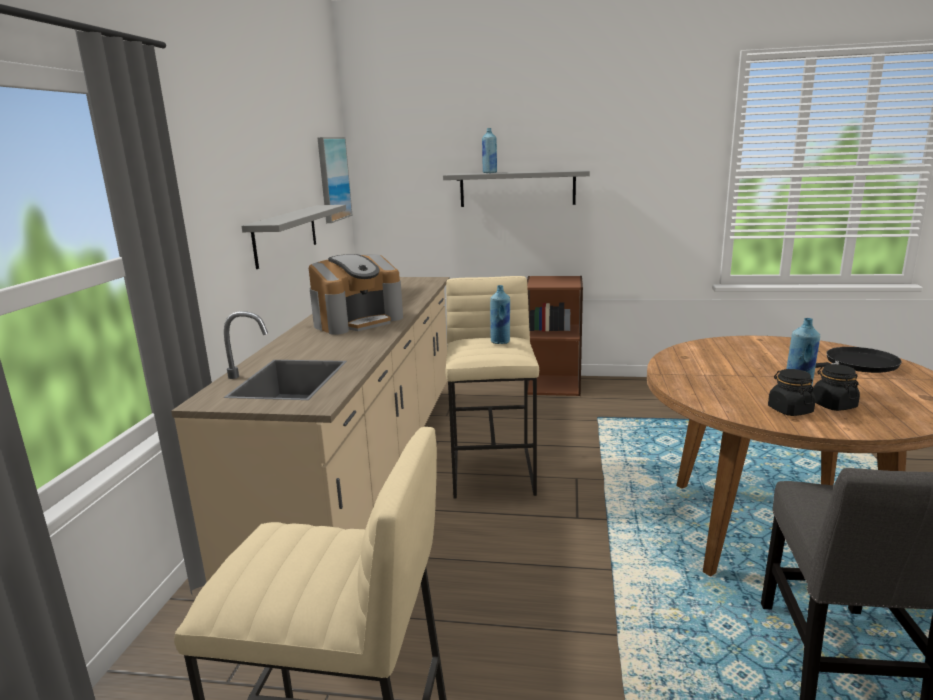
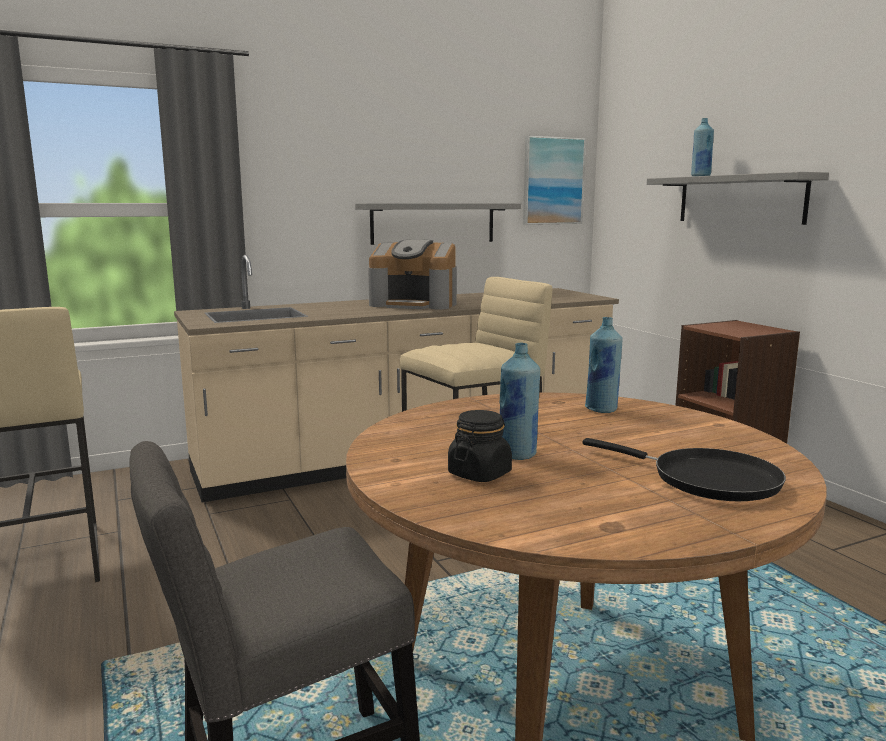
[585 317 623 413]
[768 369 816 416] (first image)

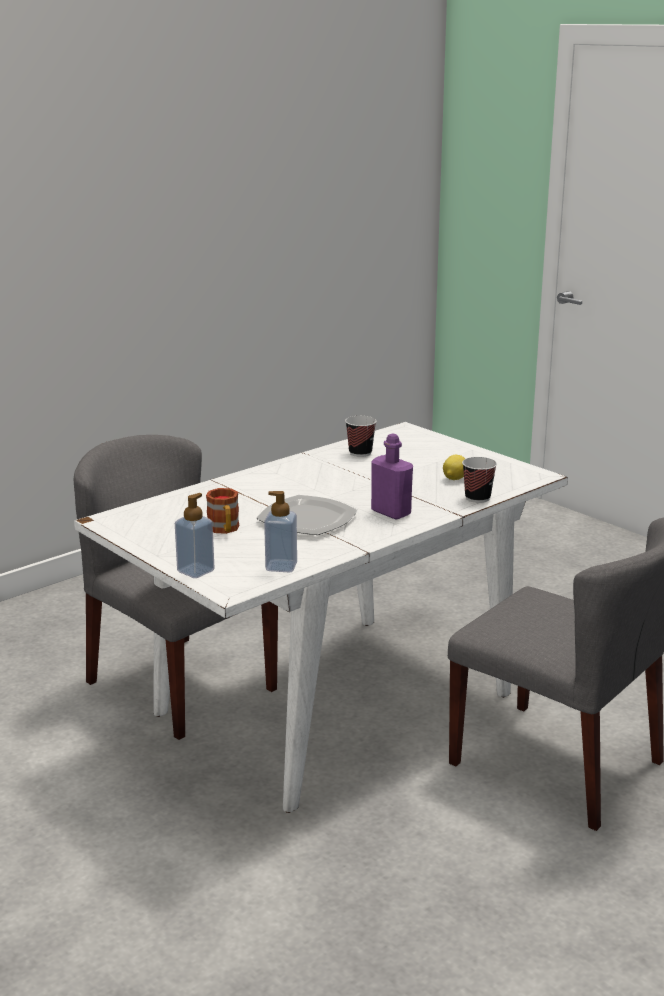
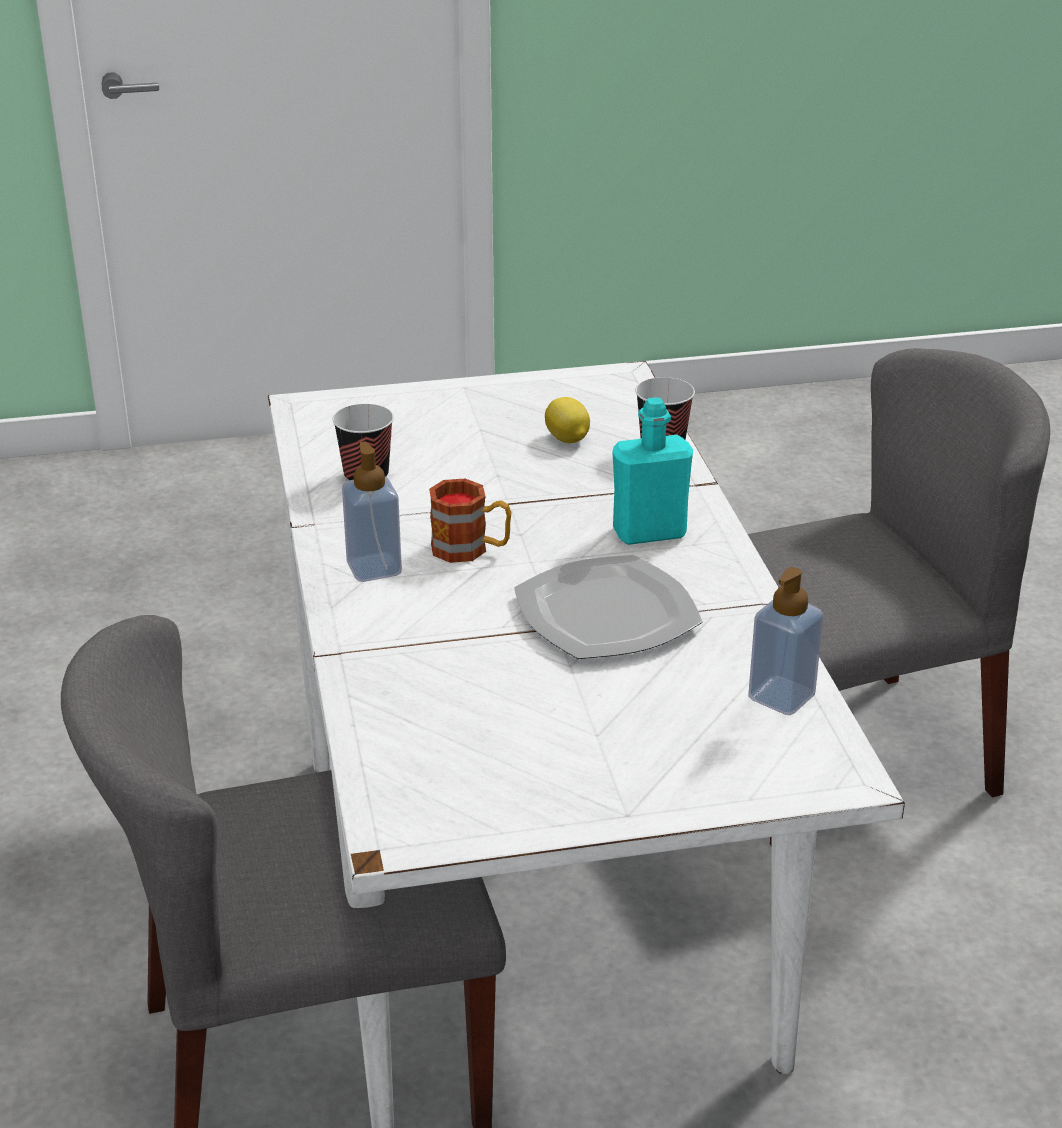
[612 397 693 545]
[429 478 512 563]
[342 442 402 582]

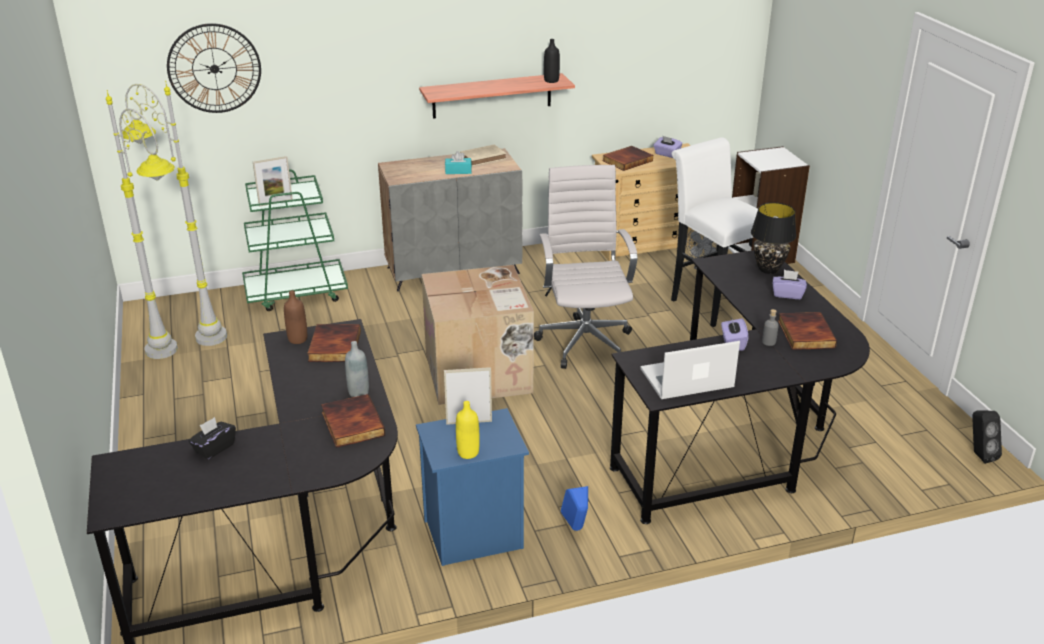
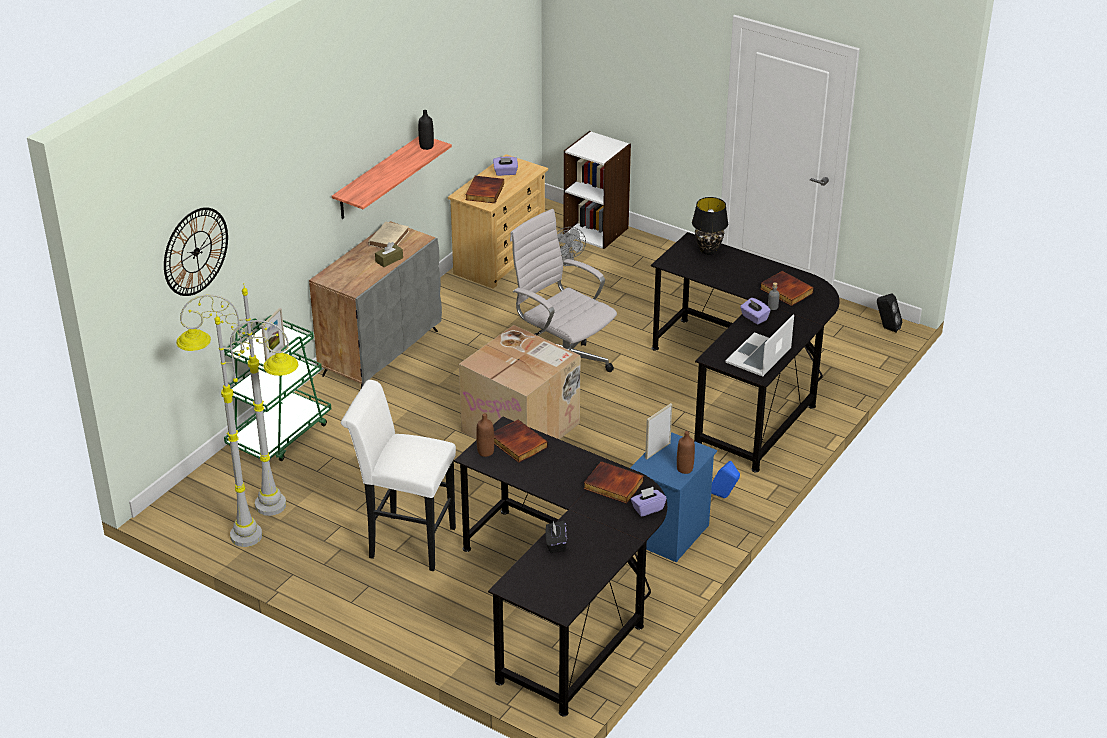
[341 380 456 571]
[375 242 403 267]
[631 487 667 517]
[345 341 369 397] (first image)
[677 431 695 474]

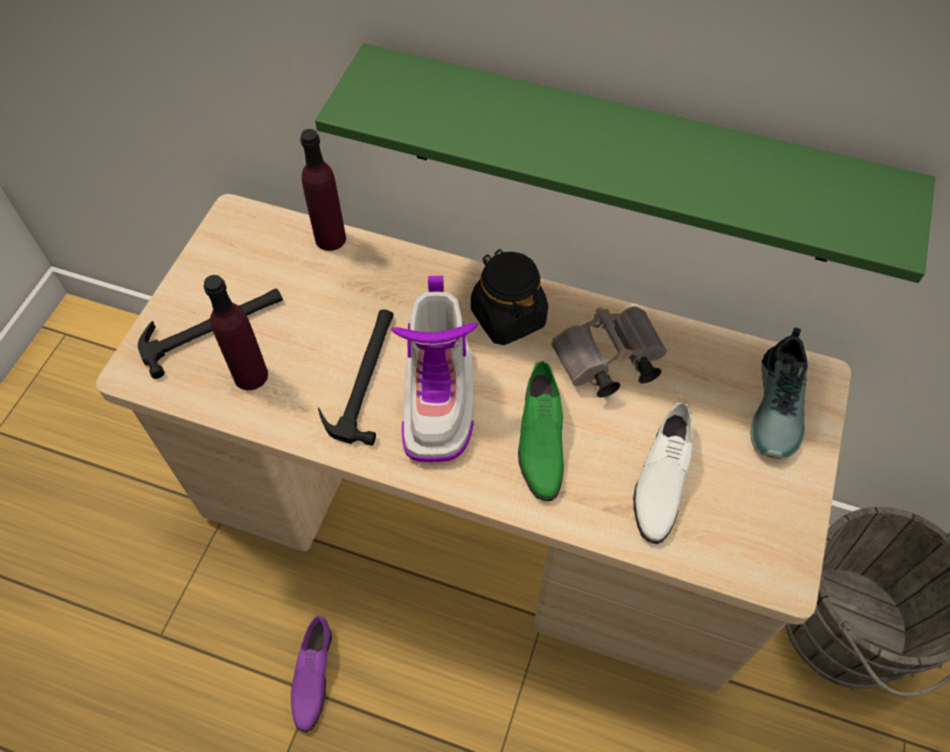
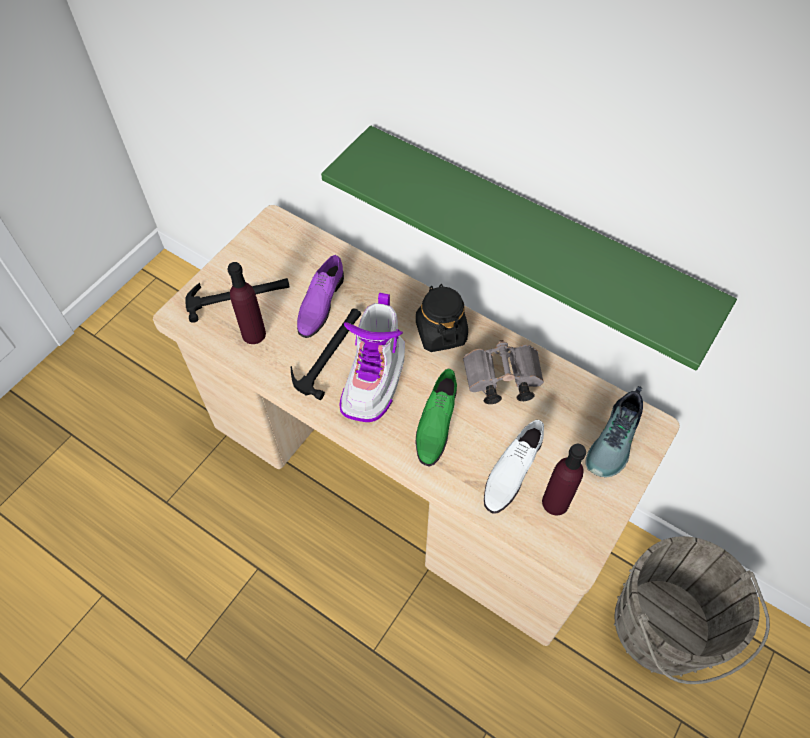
[542 443 586 515]
[297 255 344 338]

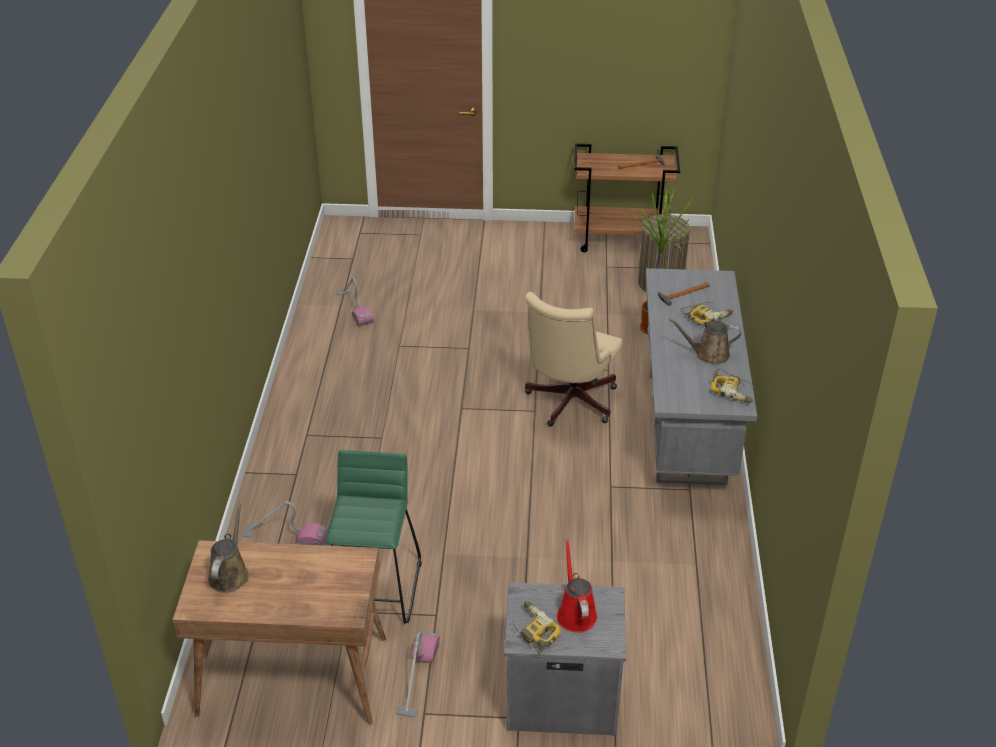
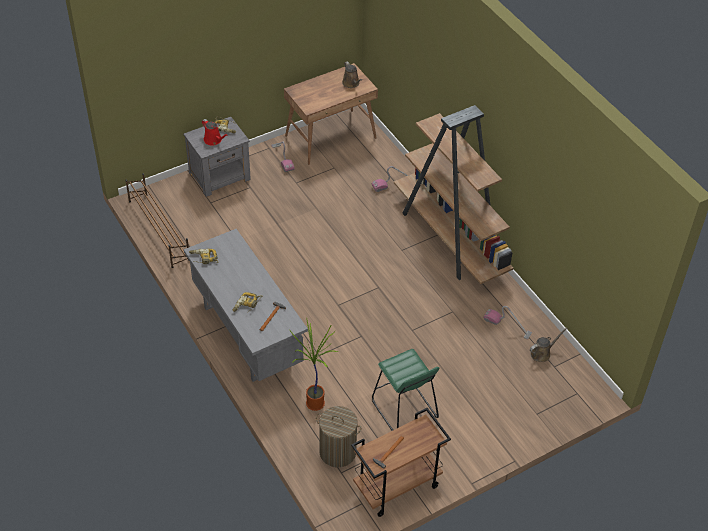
[525 292 623 426] (first image)
[530 328 568 362]
[372 349 439 431]
[394 105 513 284]
[125 173 189 268]

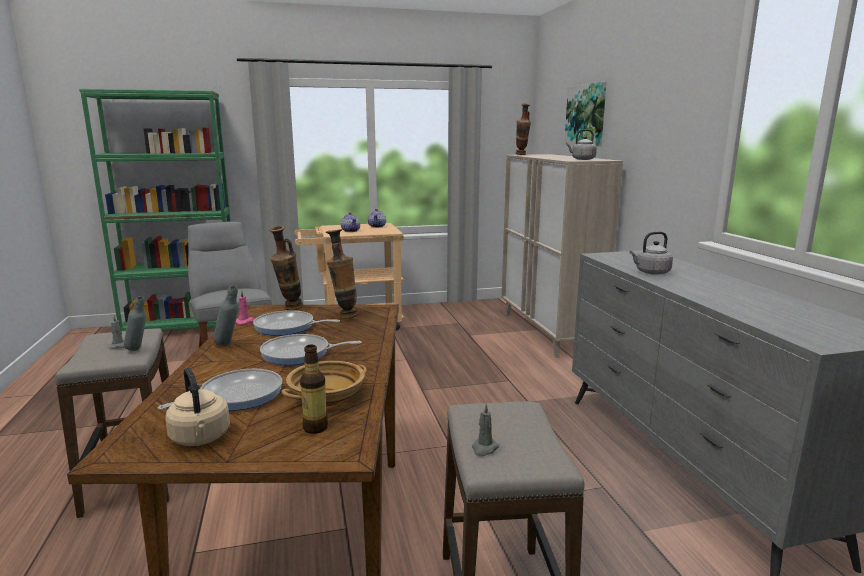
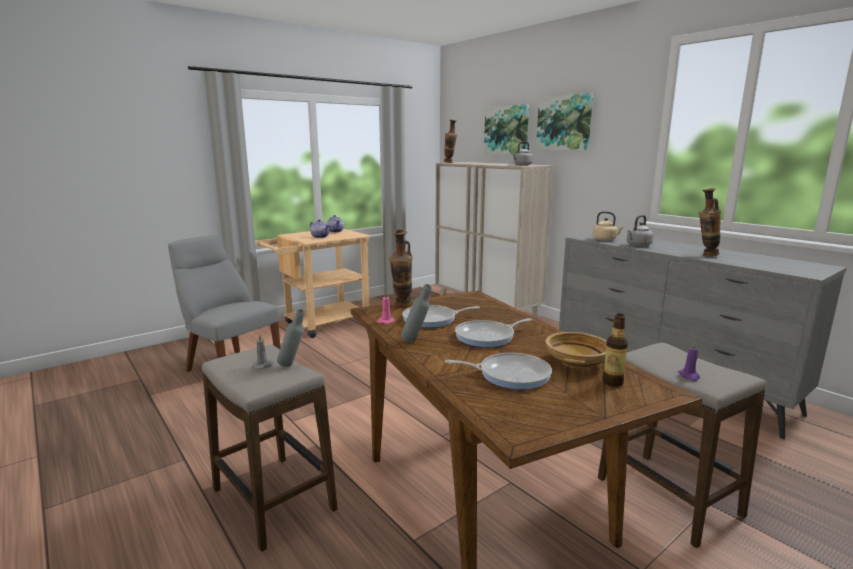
[79 89 231 331] (first image)
[699 188 721 256]
[593 211 624 241]
[445 353 552 390]
[678 342 700 381]
[536 93 593 151]

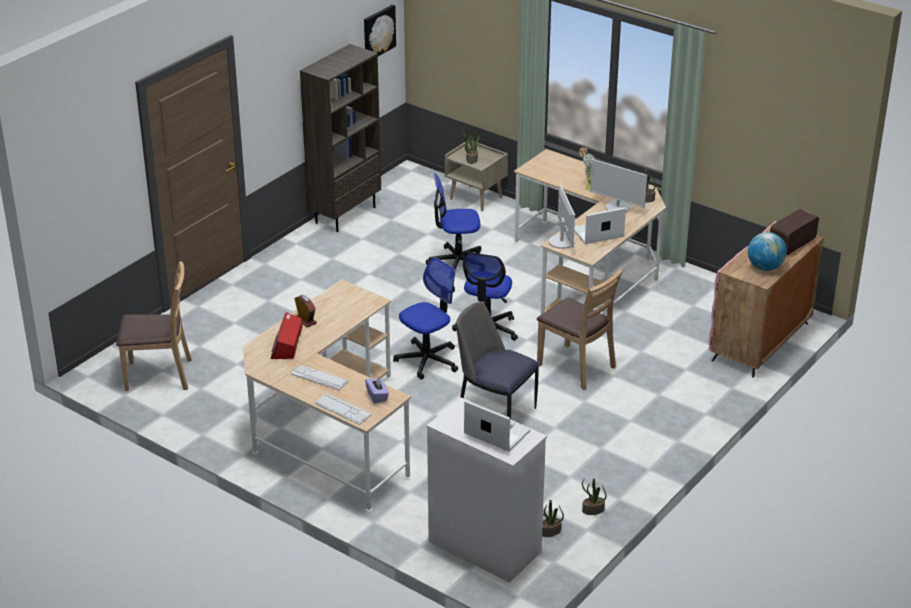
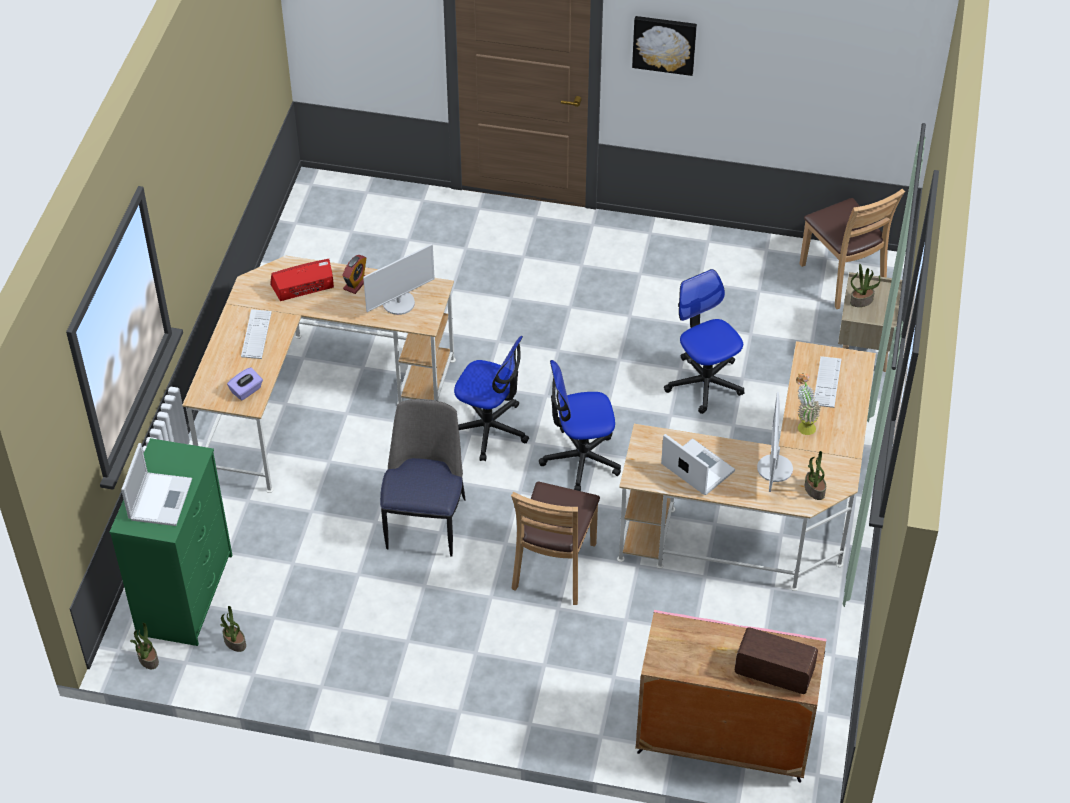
[632 16 697 76]
[300 44 381 232] (first image)
[363 244 435 315]
[748 232 787 271] (first image)
[800 189 905 309]
[814 356 841 408]
[109 438 233 646]
[130 623 159 669]

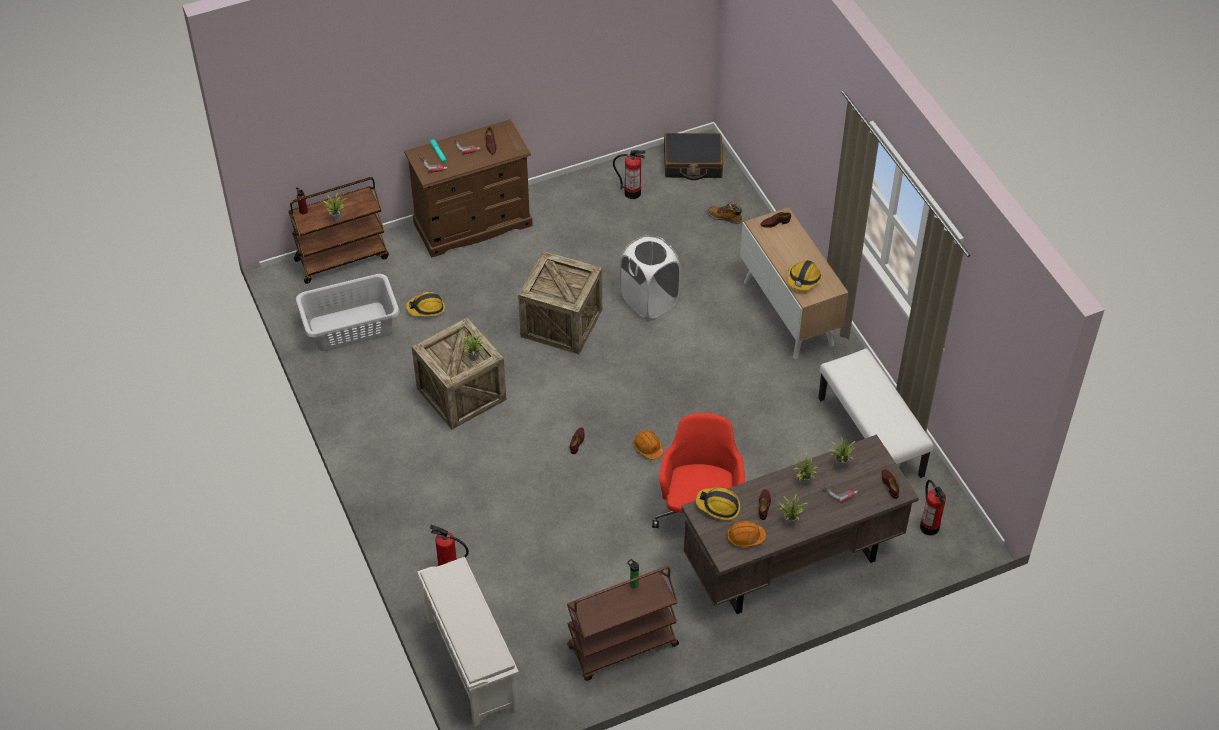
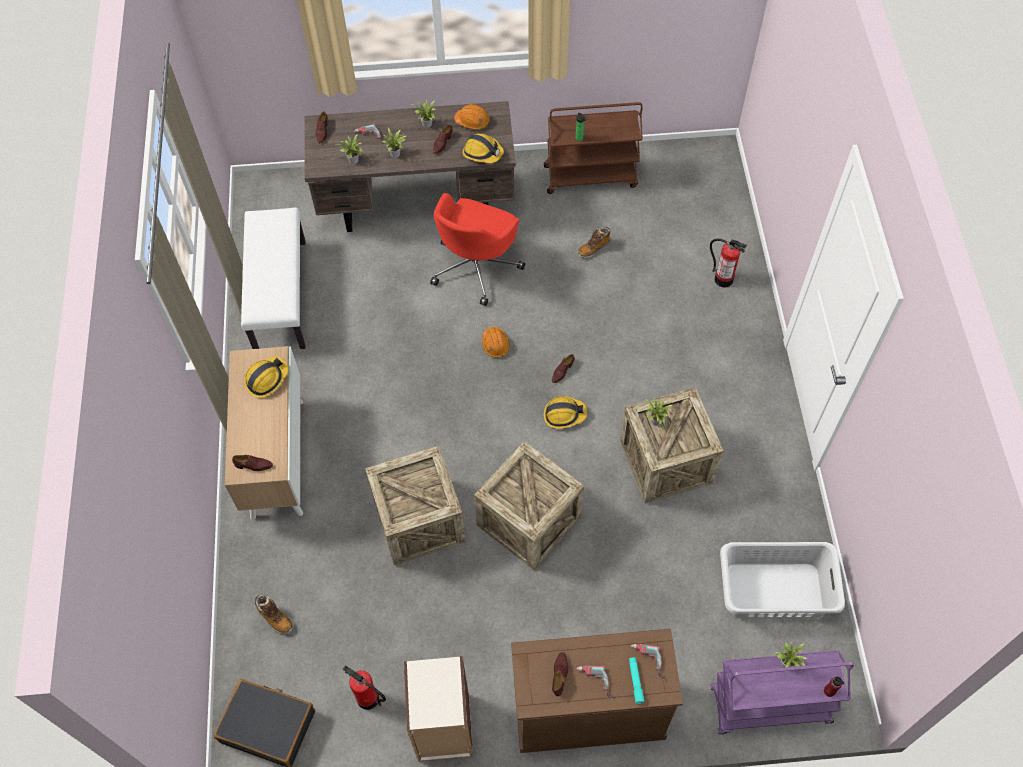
[710 650 854 735]
[365 446 466 565]
[544 396 587 429]
[920 480 946 536] (first image)
[417 557 519 726] (first image)
[578 227 611 258]
[404 656 473 762]

